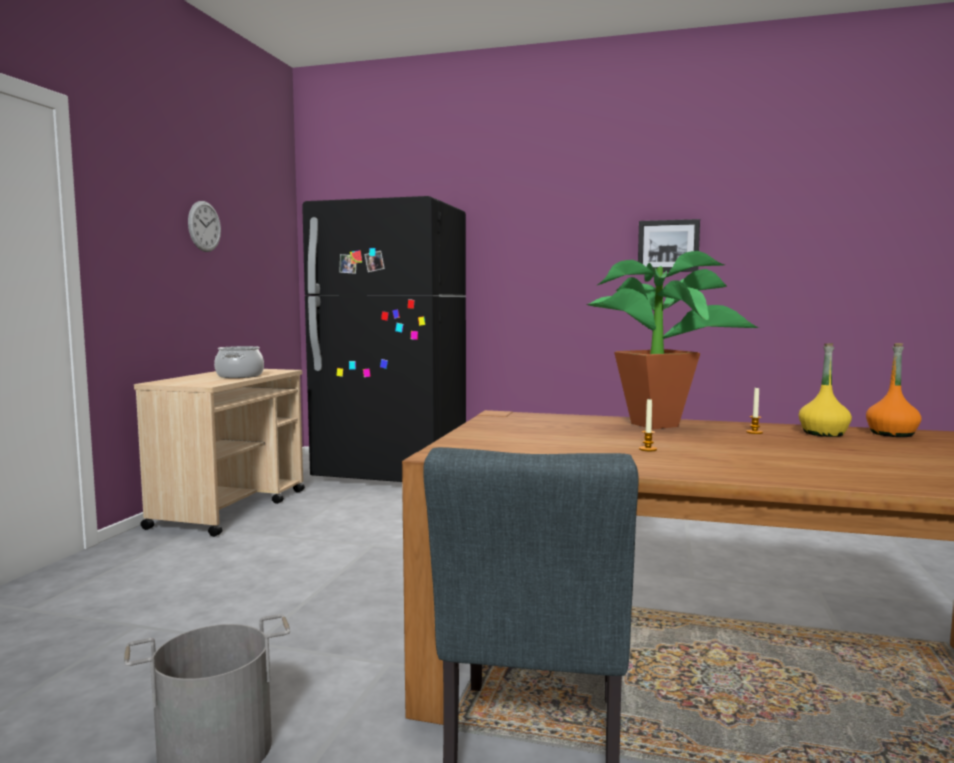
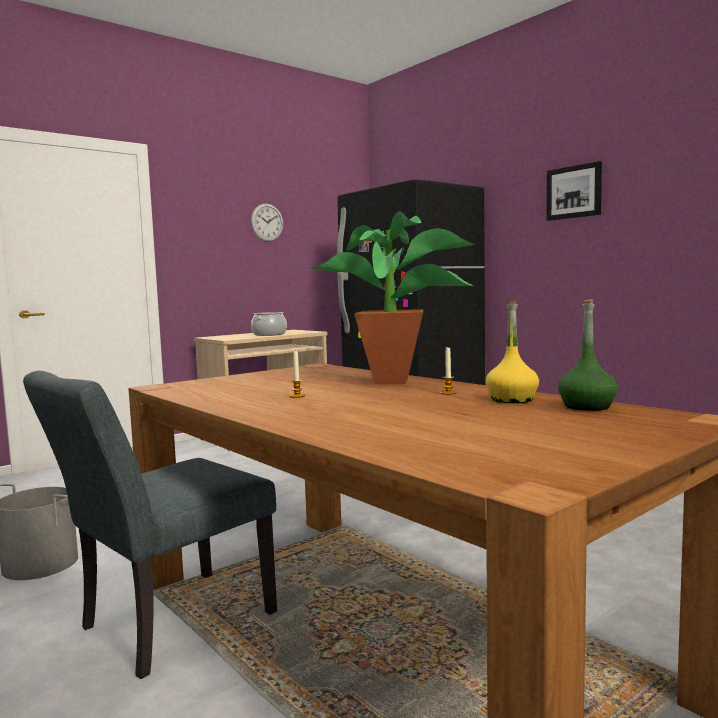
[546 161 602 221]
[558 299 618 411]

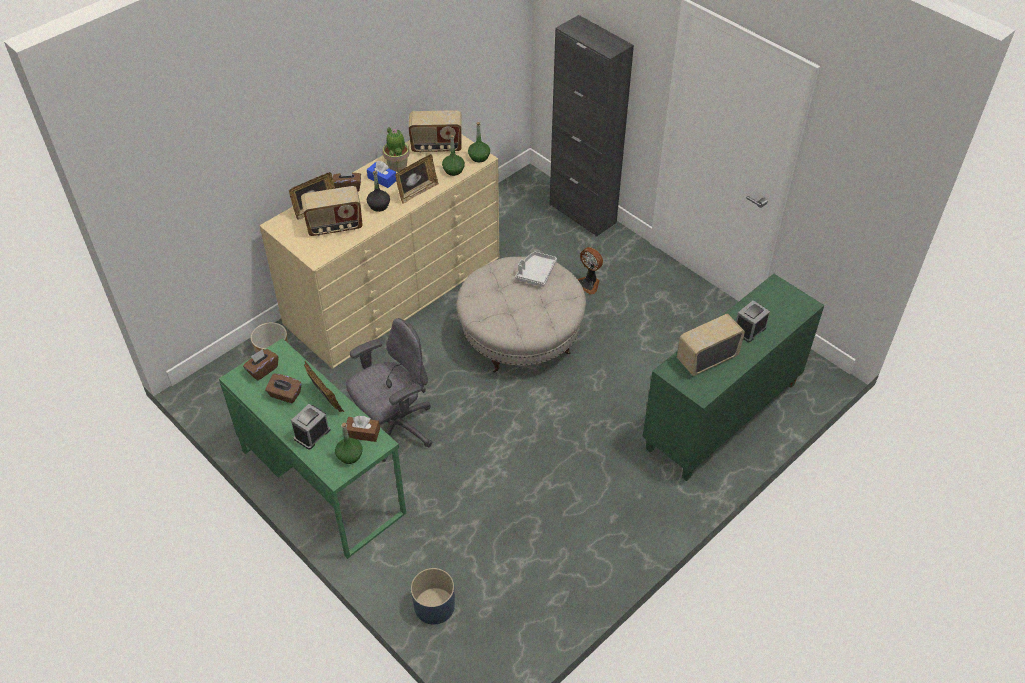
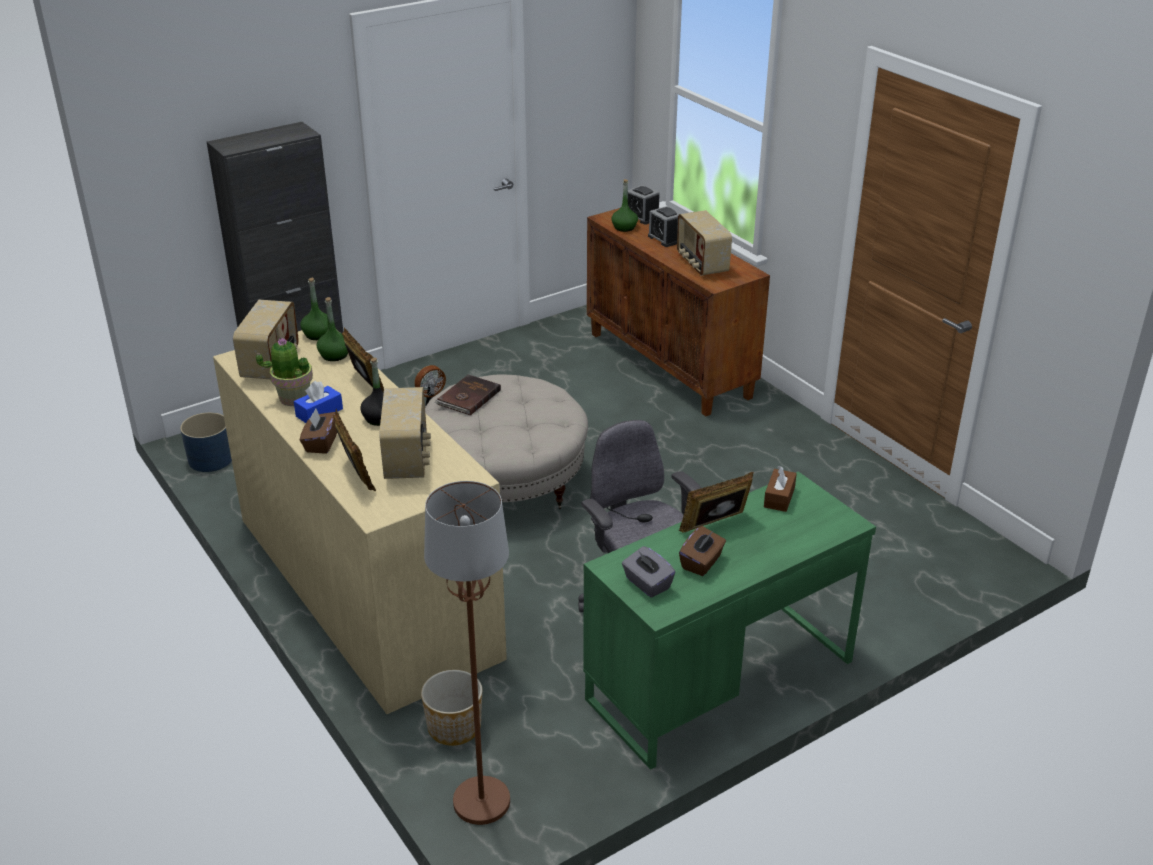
[435 375 501 416]
[587 208 770 416]
[622 546 675 598]
[628 185 660 225]
[612 179 638 232]
[180 412 232 472]
[424 481 510 825]

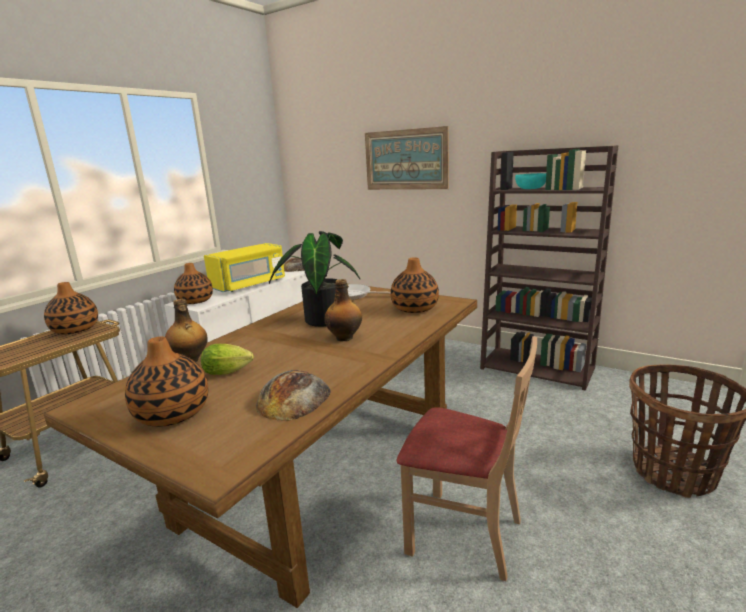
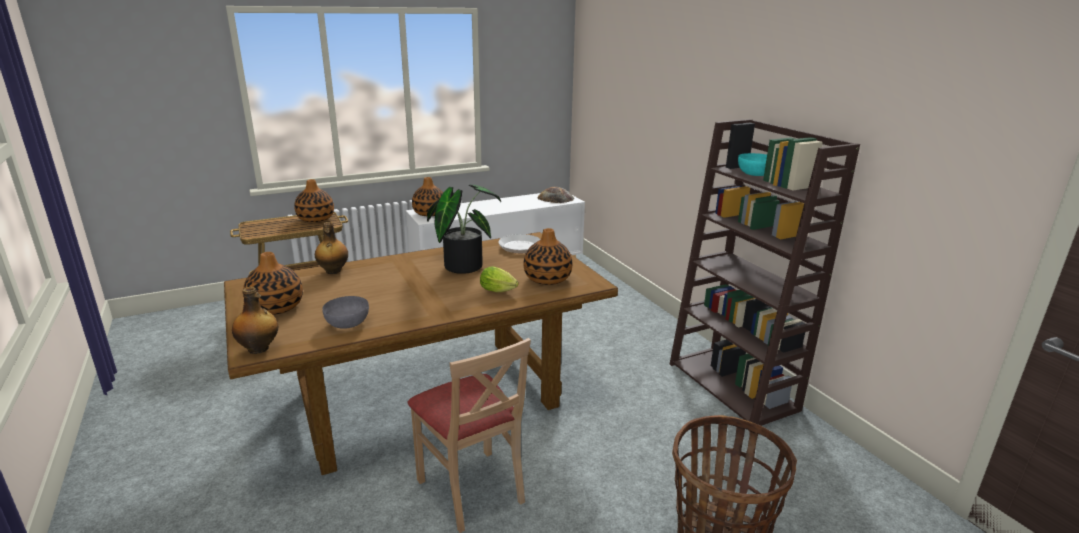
[365 126 449 190] (first image)
[204 243 285 292] (first image)
[232 287 278 354]
[480 267 518 292]
[322 296 369 329]

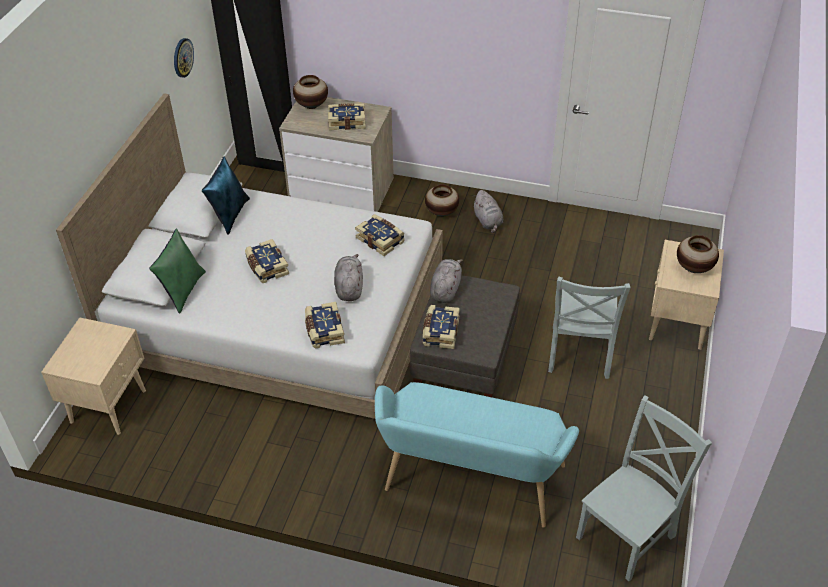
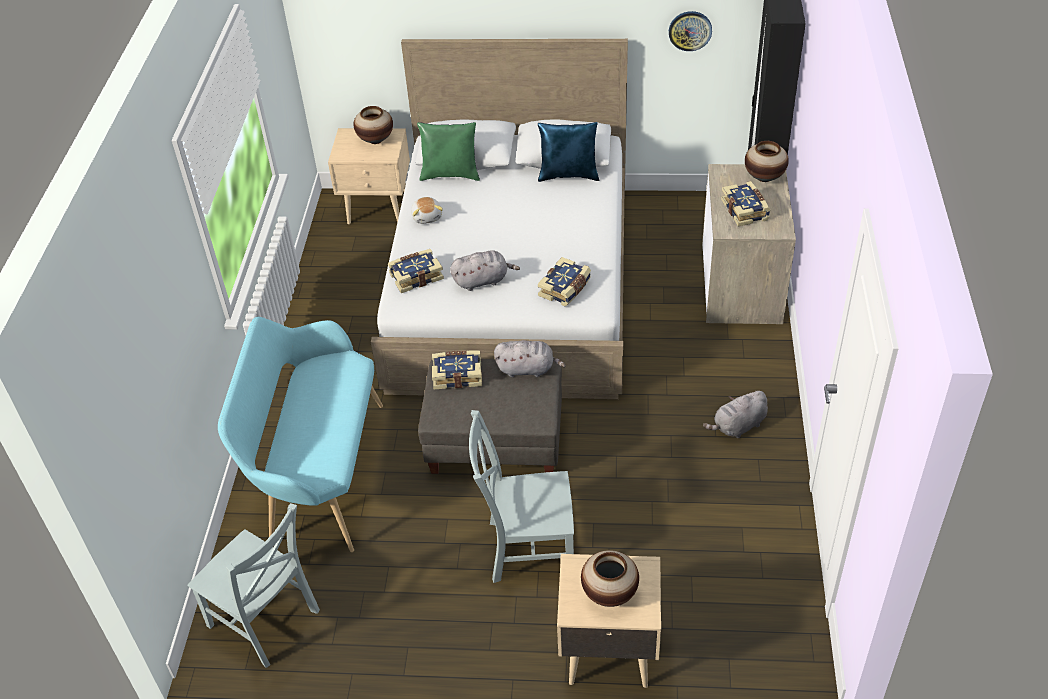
[353 106 393 144]
[245 239 289 283] (first image)
[411 197 443 224]

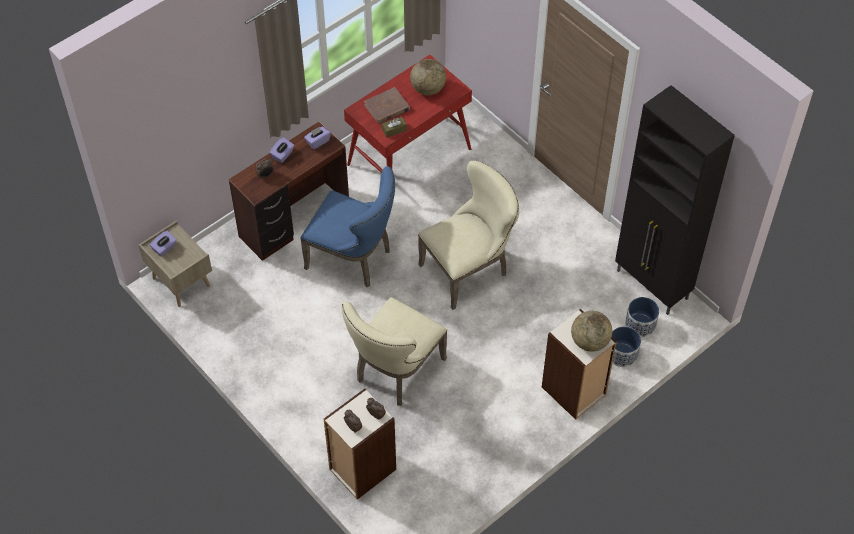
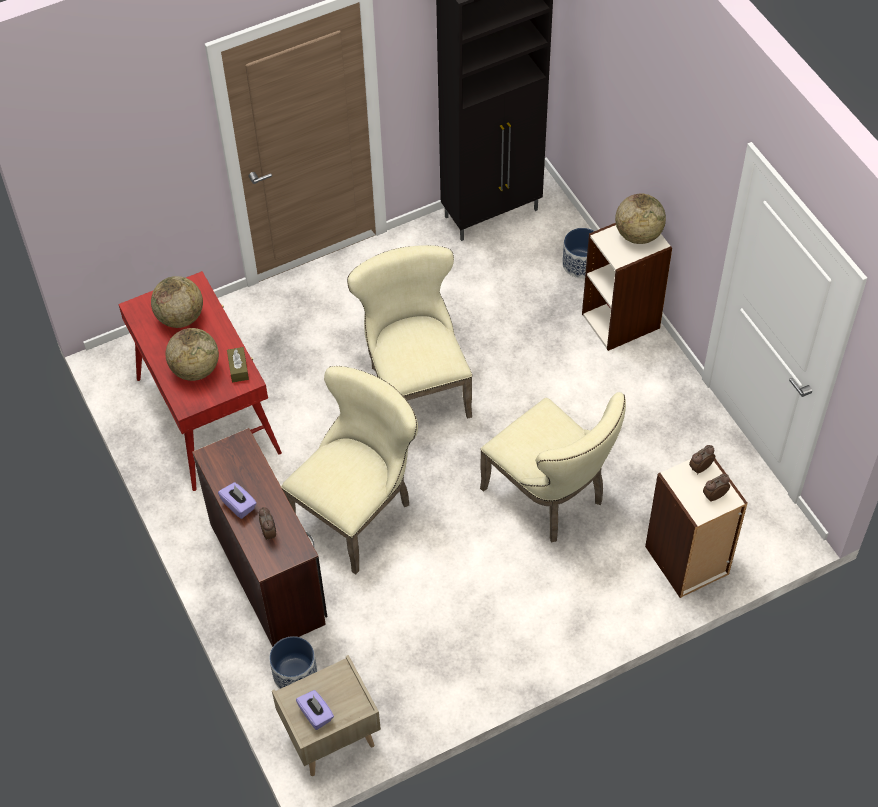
[166 328 219 381]
[304 127 331 149] (first image)
[281 366 418 575]
[269 636 317 689]

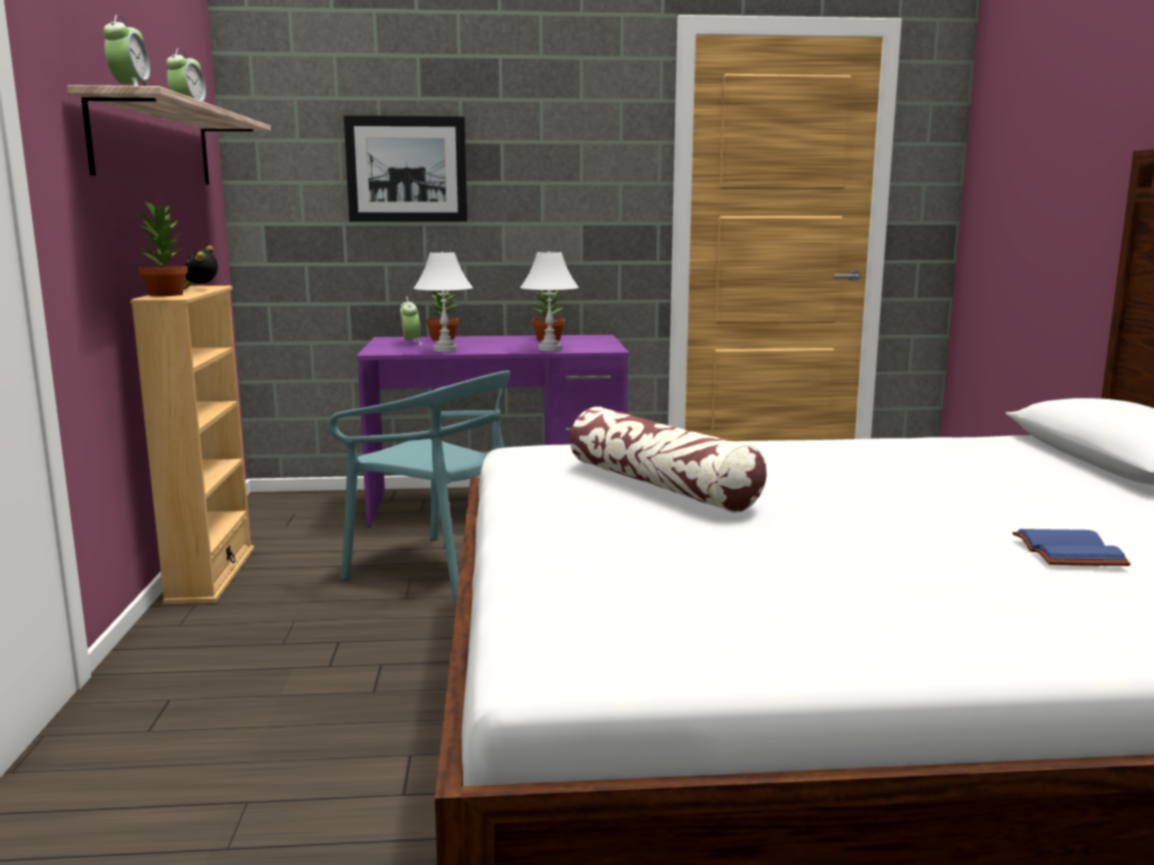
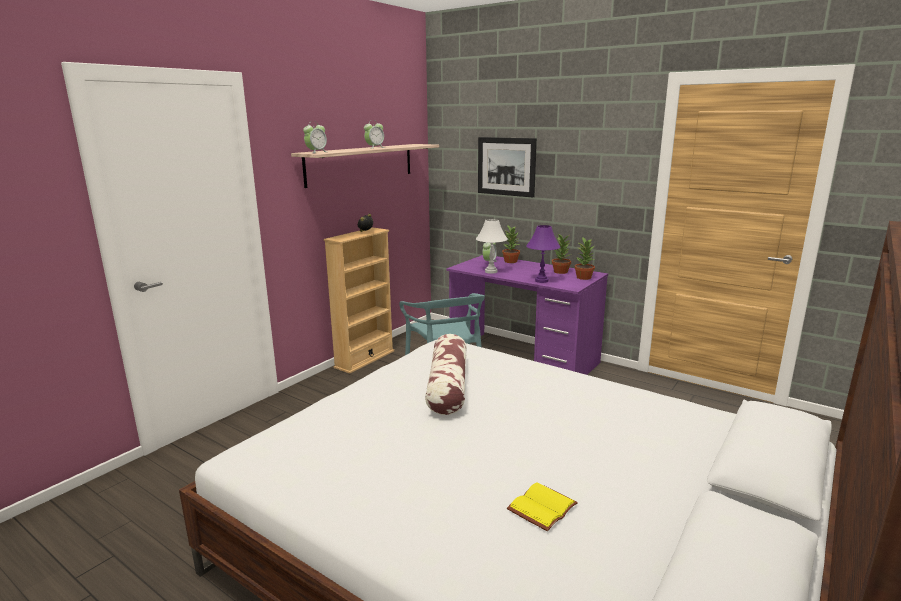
[575 237 595 280]
[526 225 560 283]
[507 483 578 531]

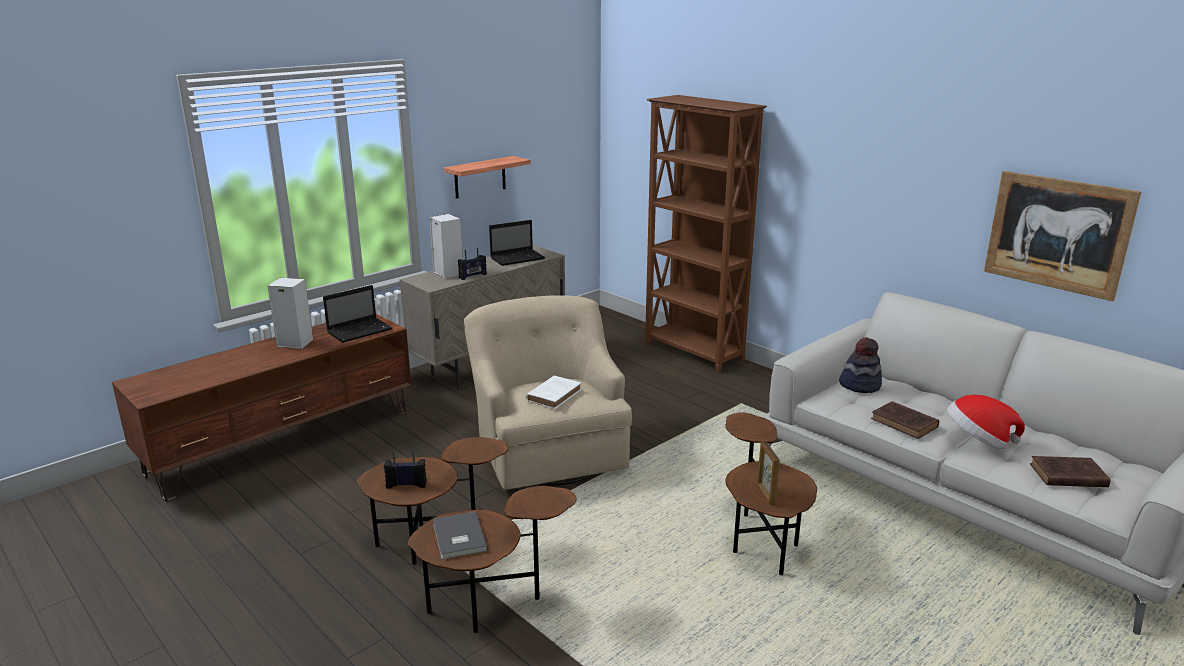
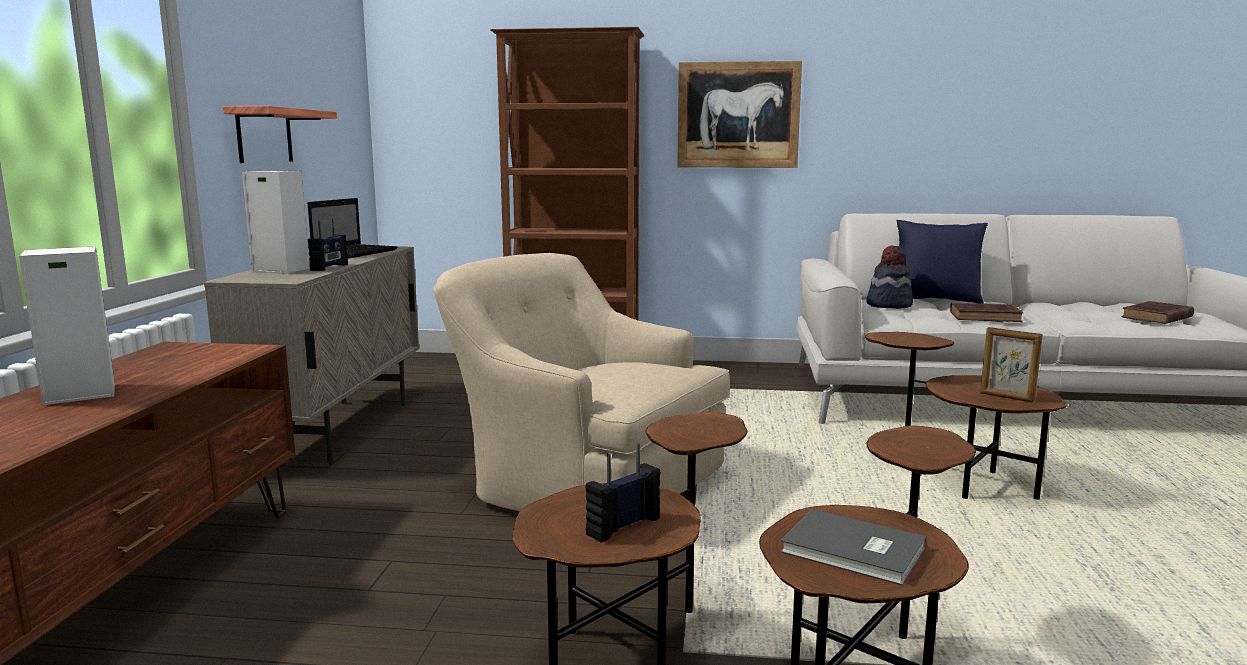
[677 61 802 168]
[323 285 392 343] (first image)
[526 375 582 409] (first image)
[947 395 1025 449] (first image)
[897 220 988 304]

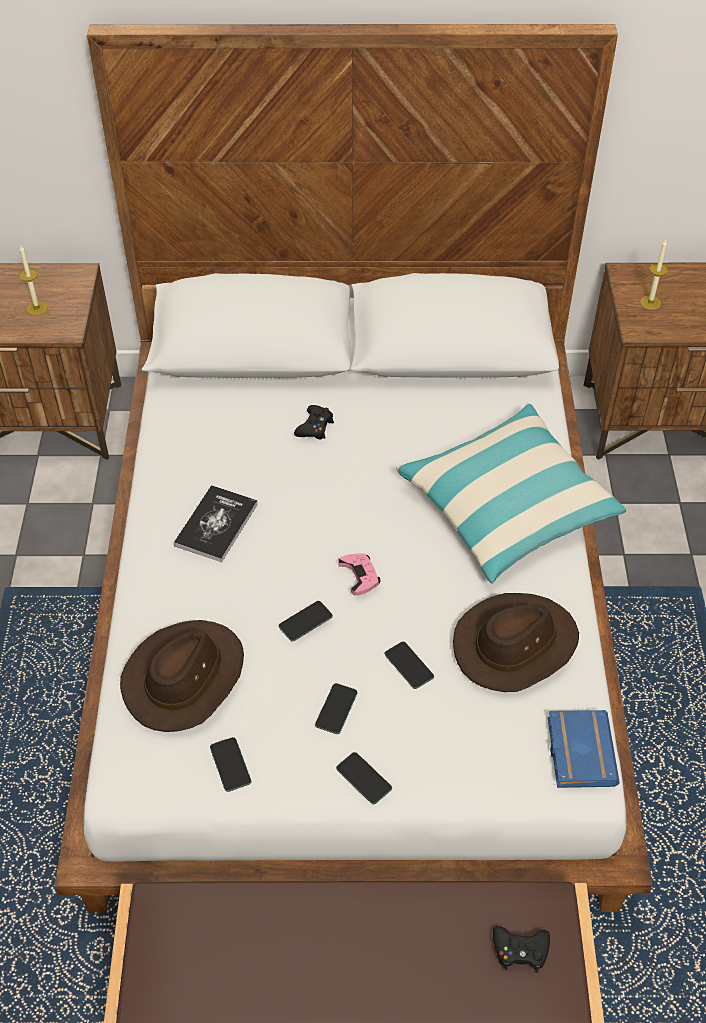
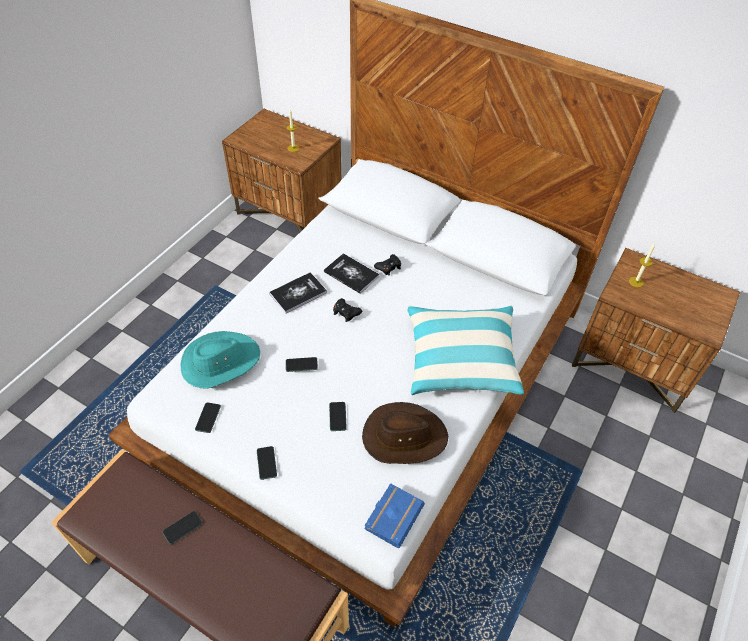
[338 553 380 595] (first image)
[181 331 260 389]
[162 511 203 545]
[333 298 362 322]
[324 253 379 294]

